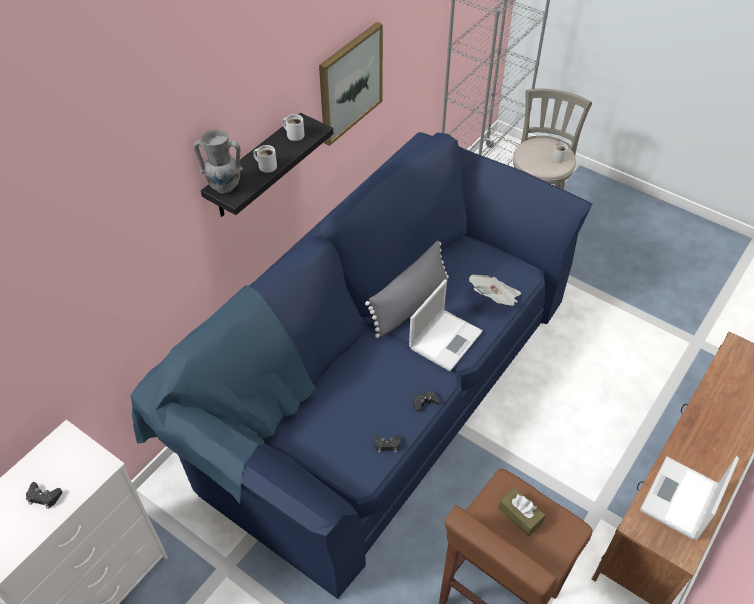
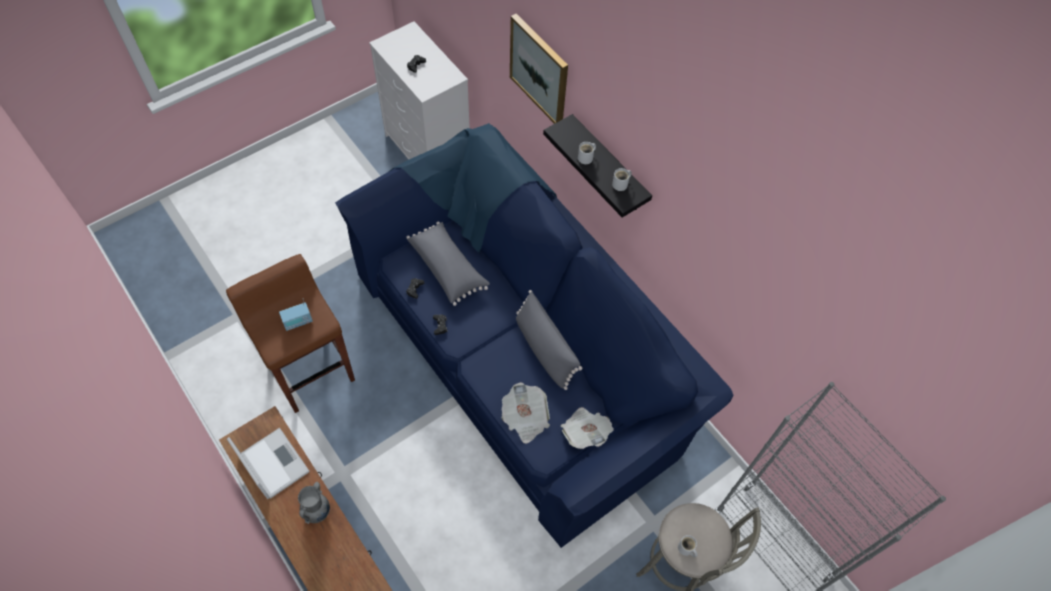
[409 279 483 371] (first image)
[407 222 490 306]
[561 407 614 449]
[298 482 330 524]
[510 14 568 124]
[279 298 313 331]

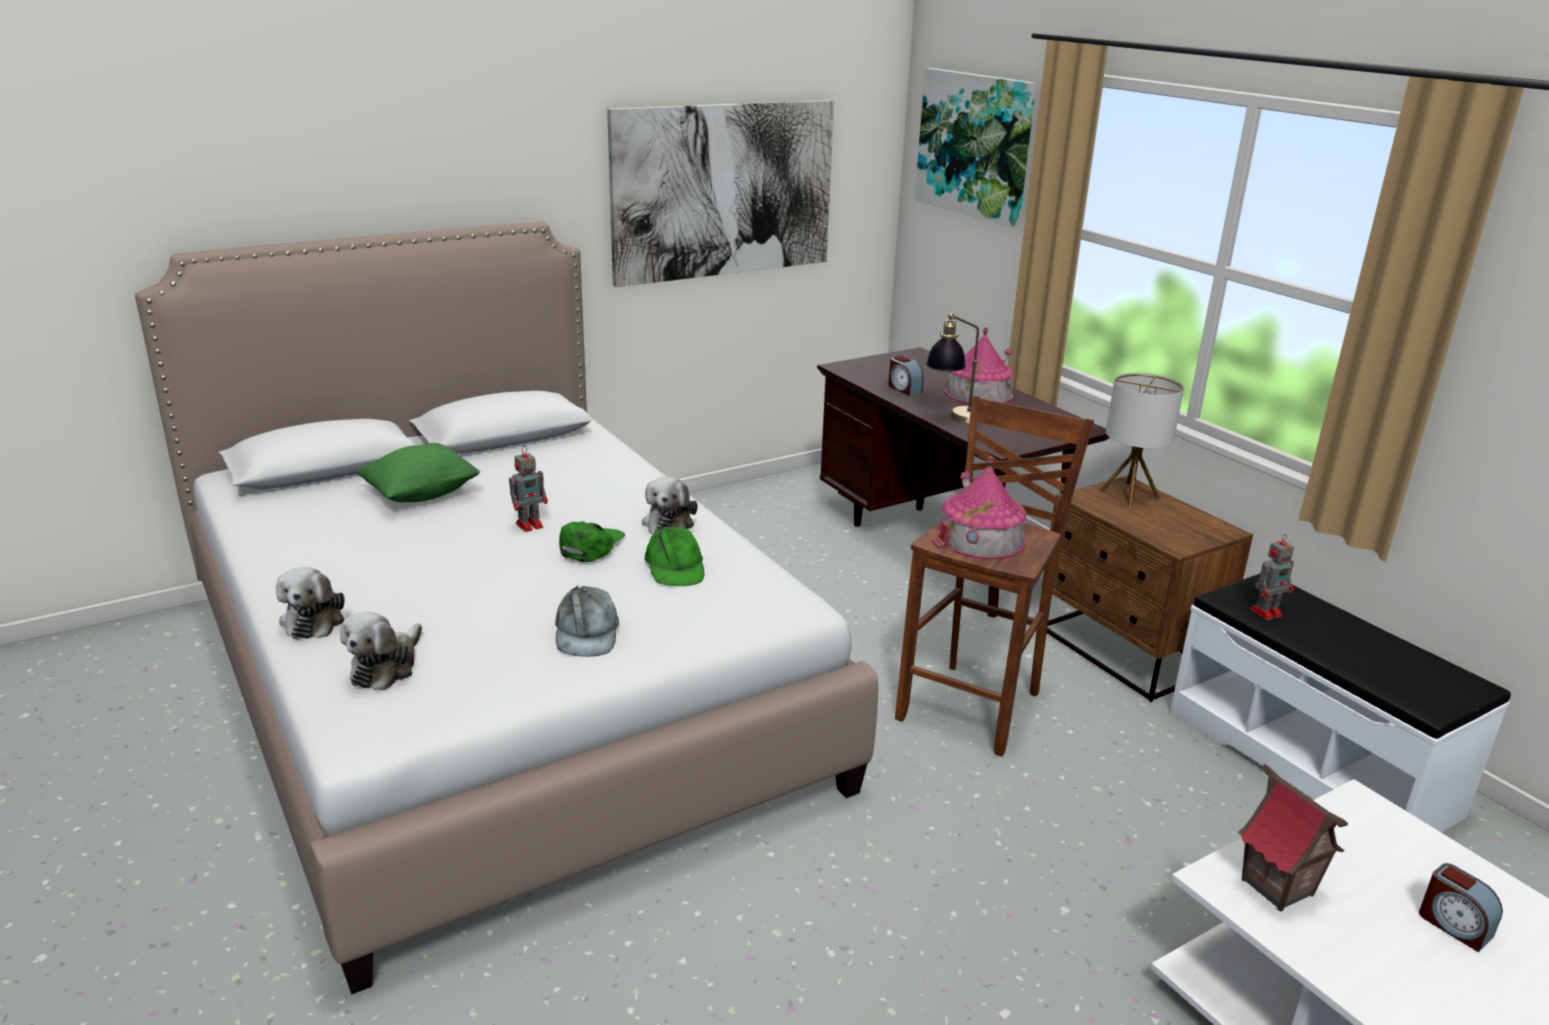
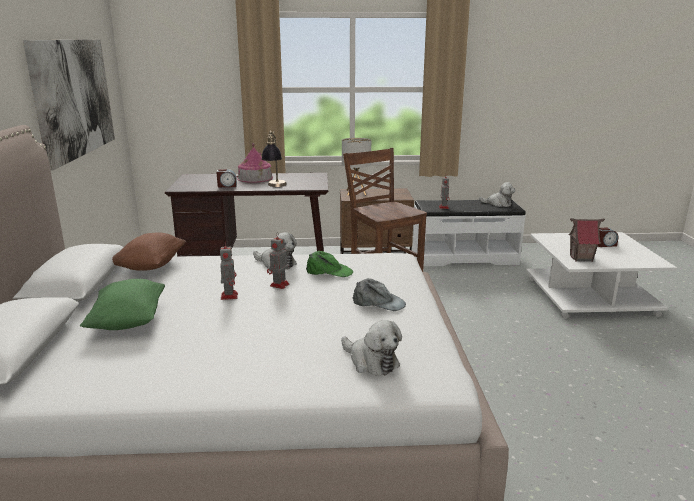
[915 68 1036 228] (first image)
[932 456 1027 559] (first image)
[112 232 186 271]
[479 182 515 207]
[267 232 289 289]

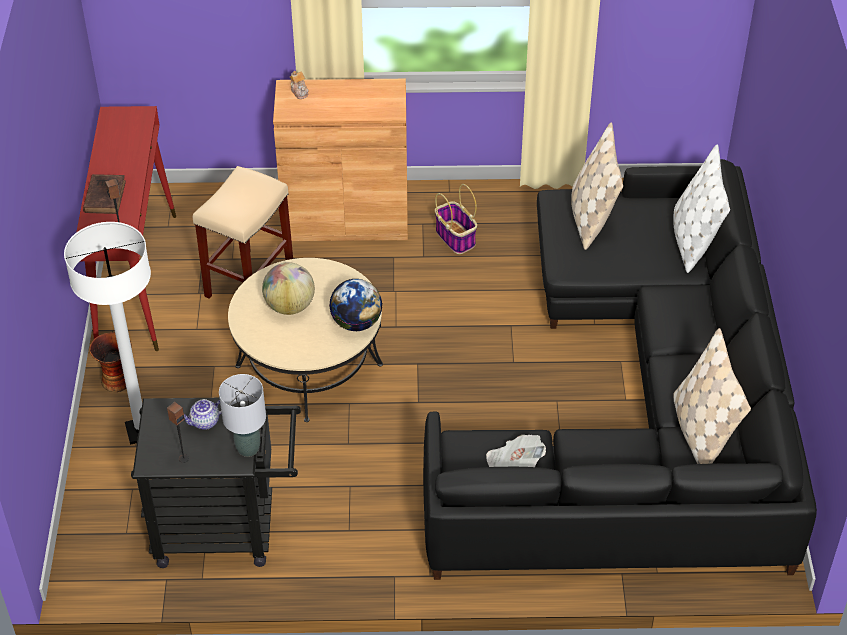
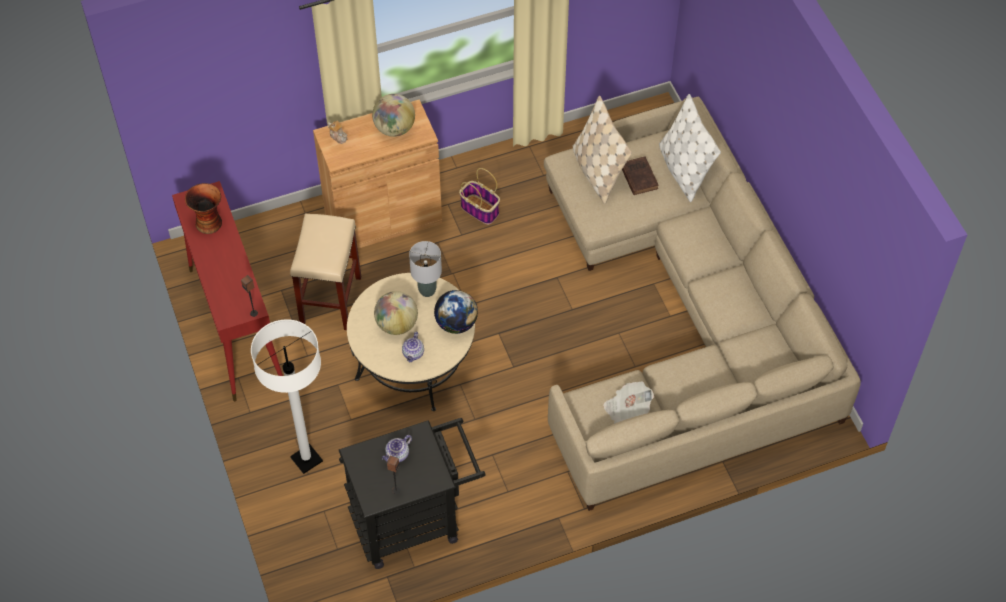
[673 328 751 464] (first image)
[372 94 415 137]
[402 331 424 362]
[622 156 659 195]
[185 183 222 234]
[409 241 442 297]
[544 97 861 511]

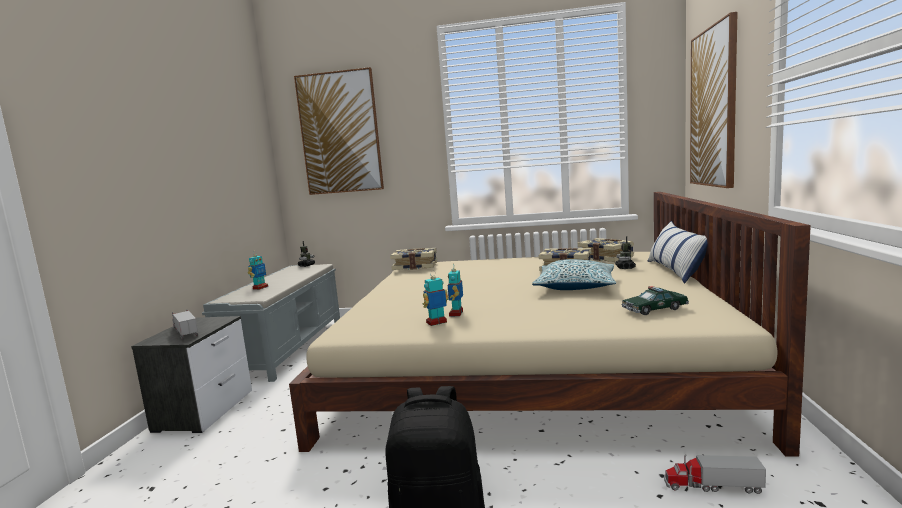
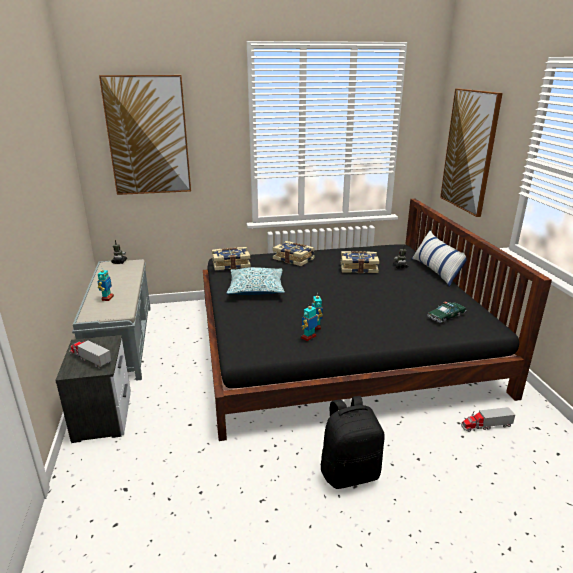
[227 267 285 295]
[273 241 315 266]
[203 199 552 441]

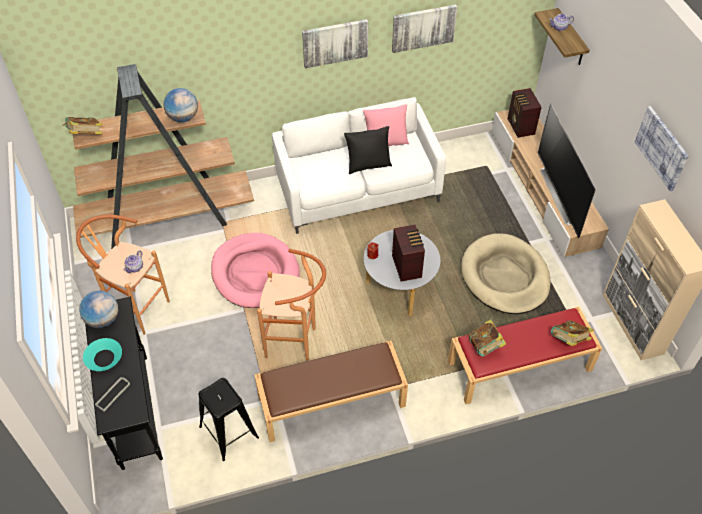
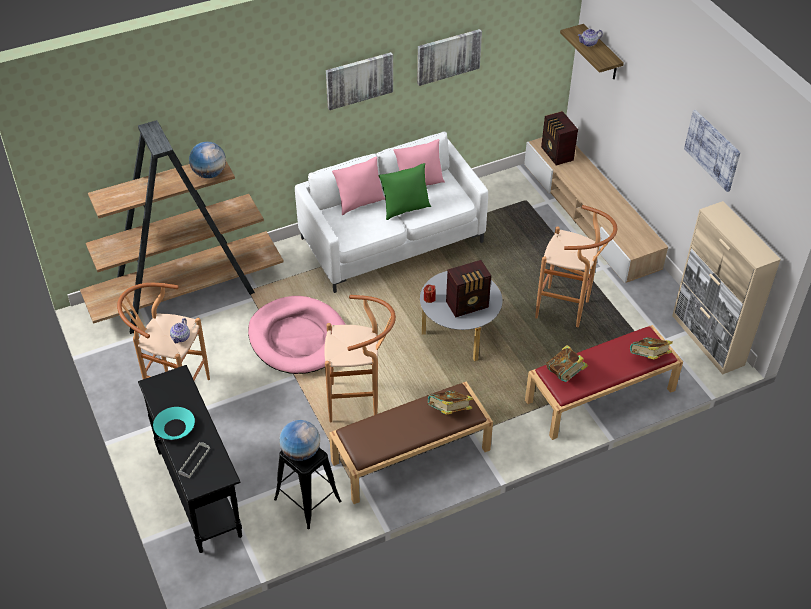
[538 103 596 238] (first image)
[332 156 385 215]
[427 390 473 415]
[279 420 320 461]
[535 205 617 327]
[379 163 431 220]
[446 260 491 317]

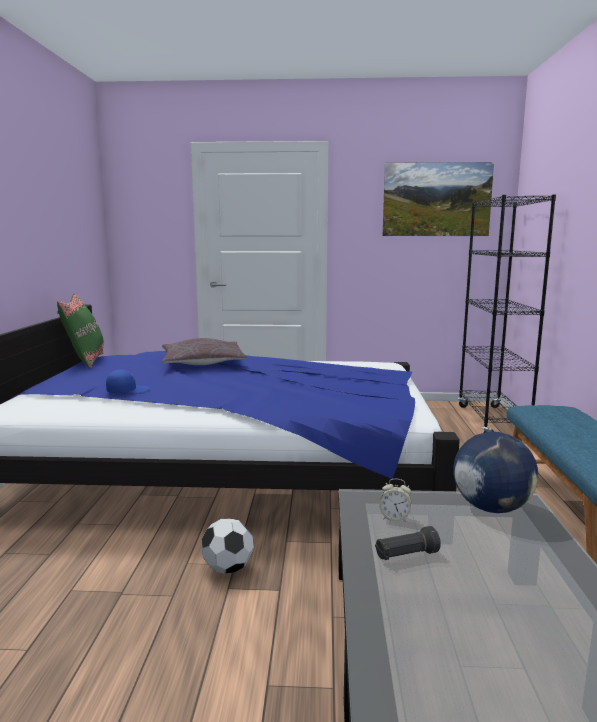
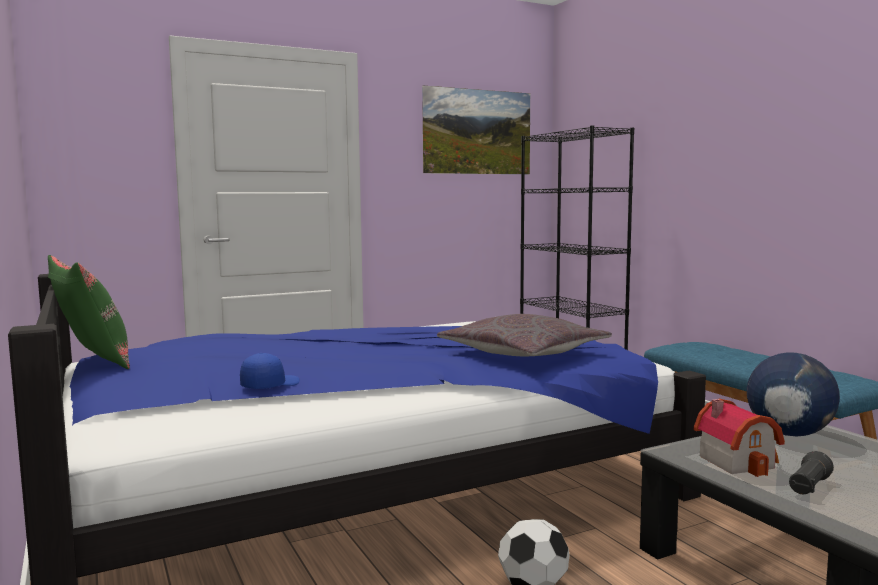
[437 314 612 356]
[694 399 785 477]

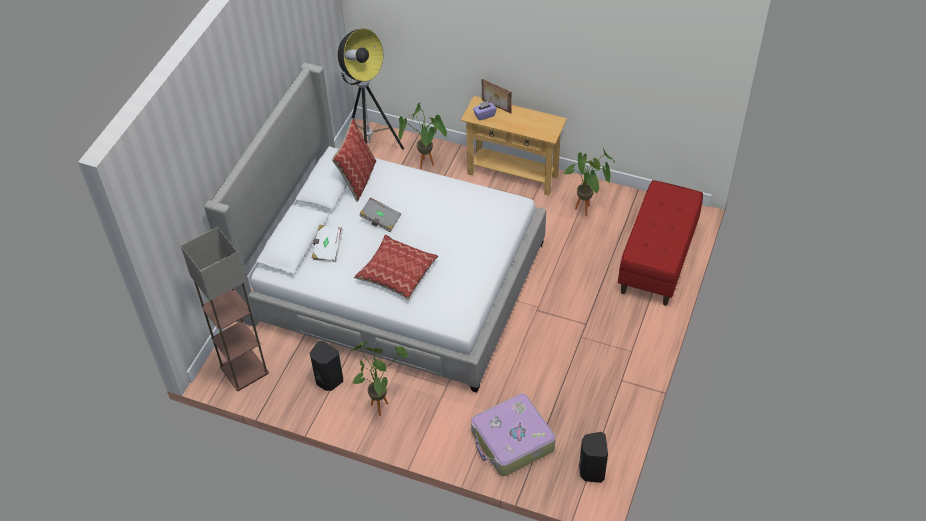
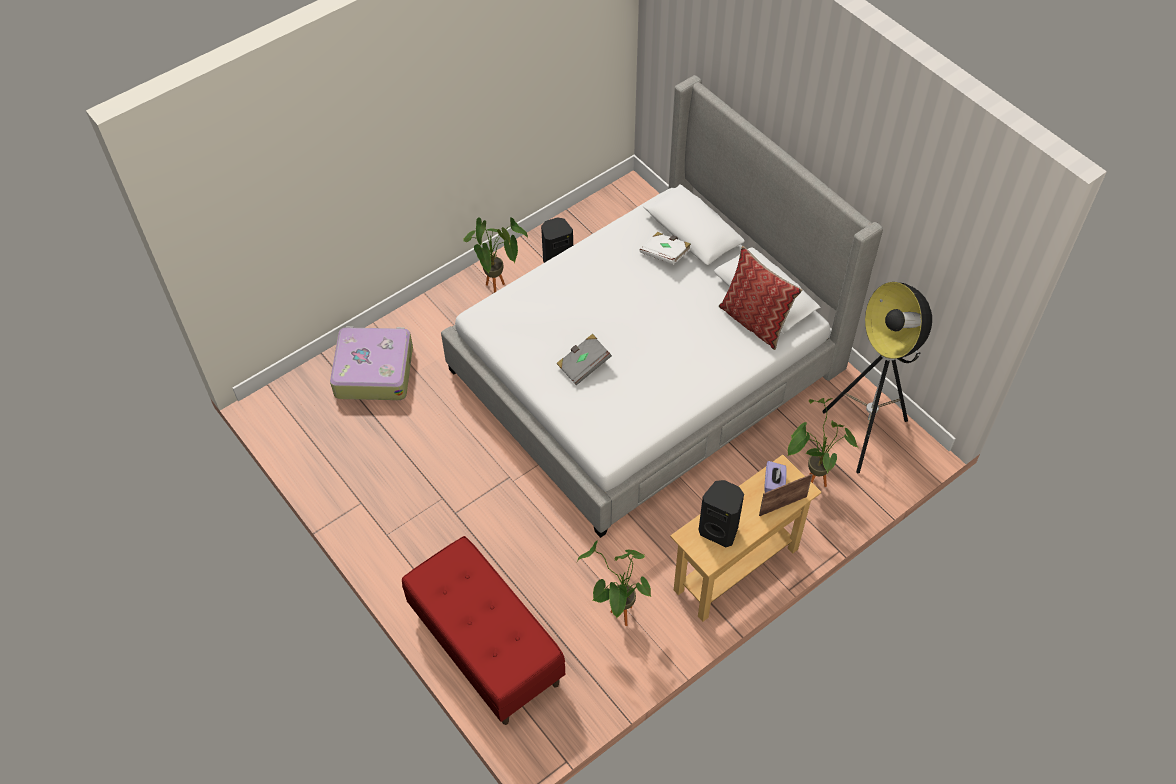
[181 227 269 391] (first image)
[354 234 438 300] (first image)
[556 334 612 386]
[699 480 744 547]

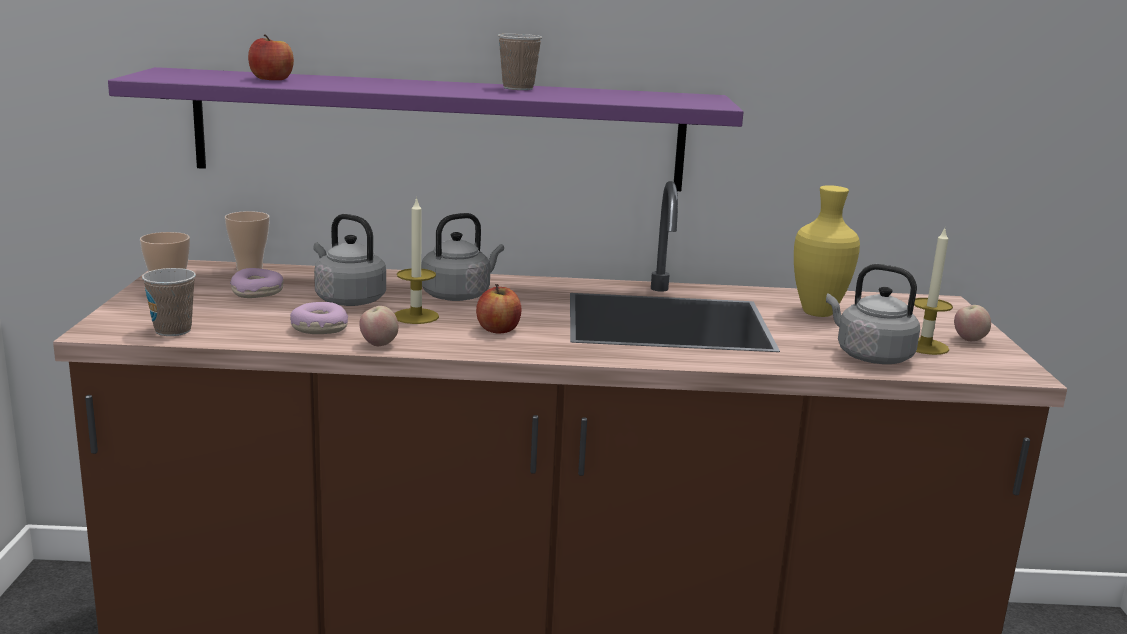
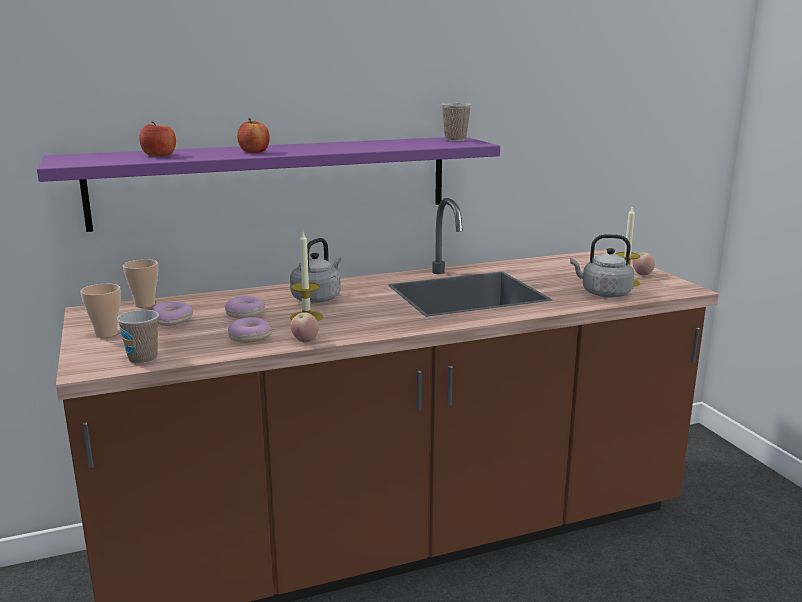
[794 185 860 317] (first image)
[237 118 270 153]
[441 103 472 141]
[225 296 265 319]

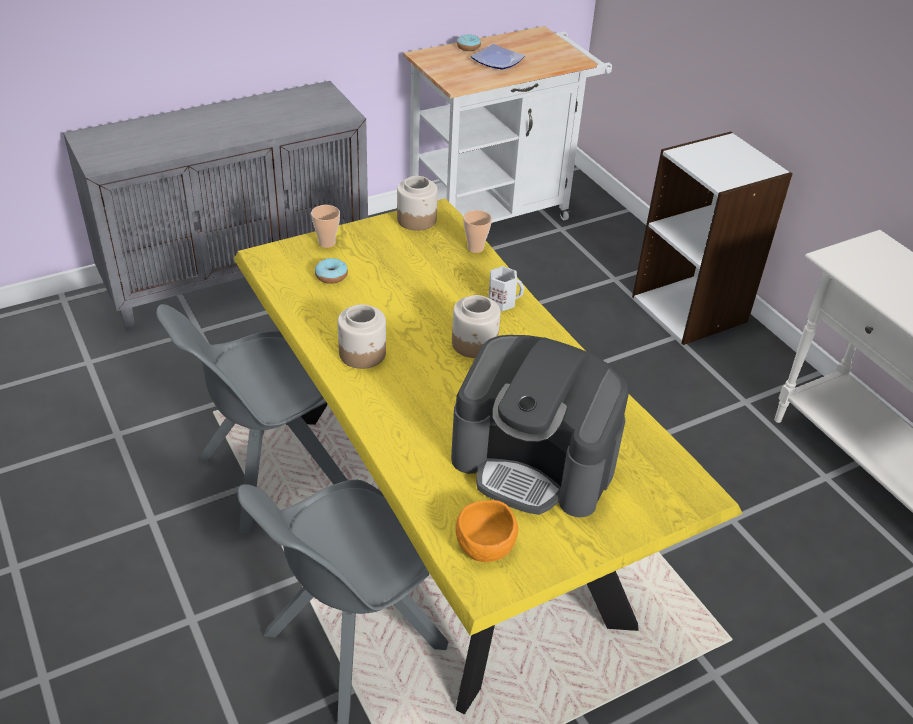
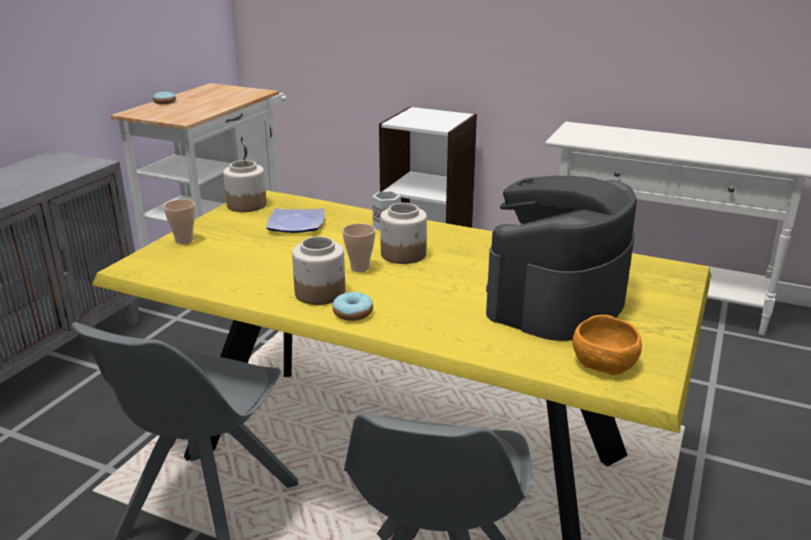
[333 292 373 321]
[342 223 376 272]
[266 208 325 233]
[486 176 637 341]

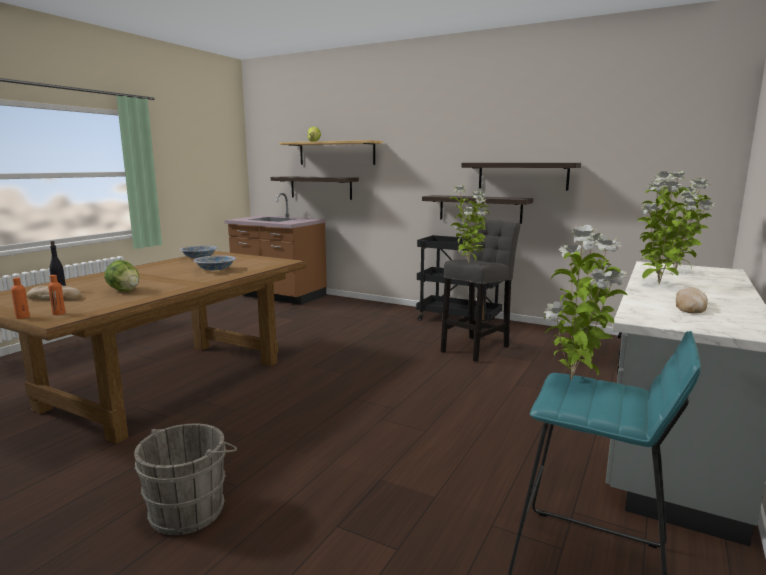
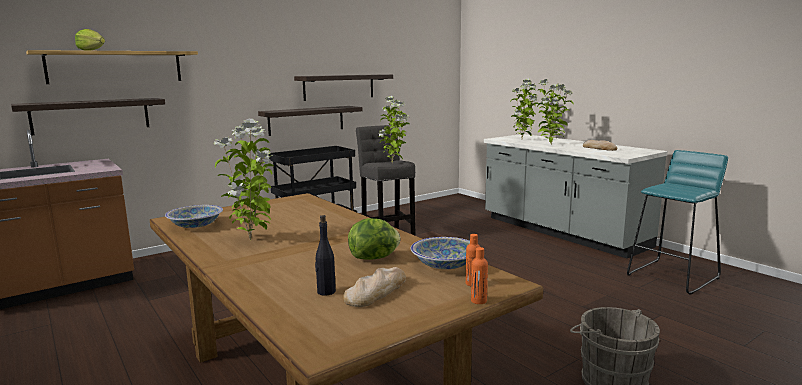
[411 237 470 269]
[213 119 274 240]

